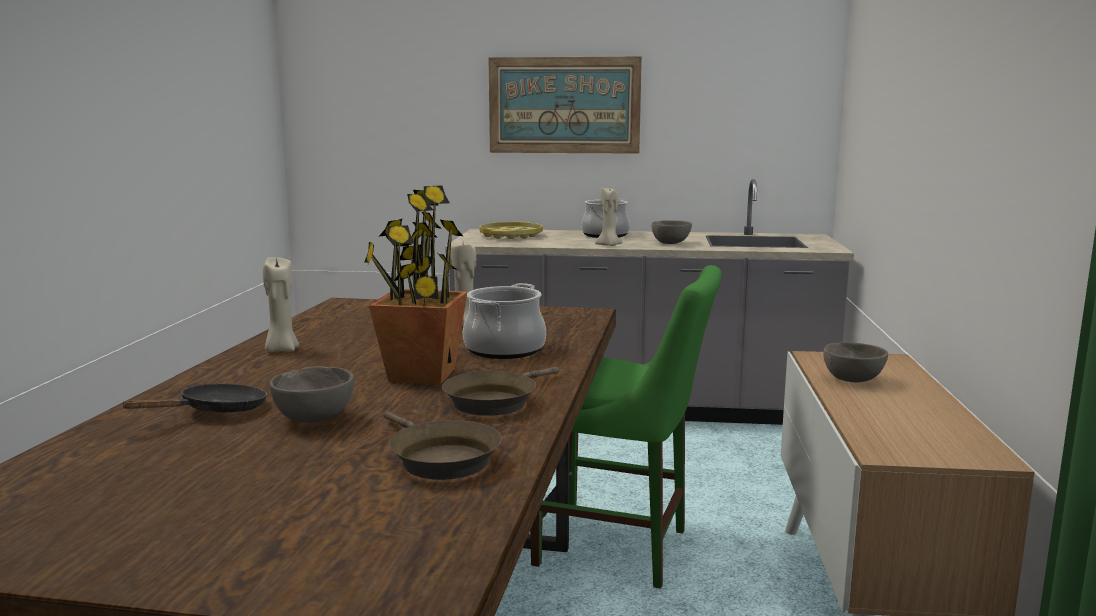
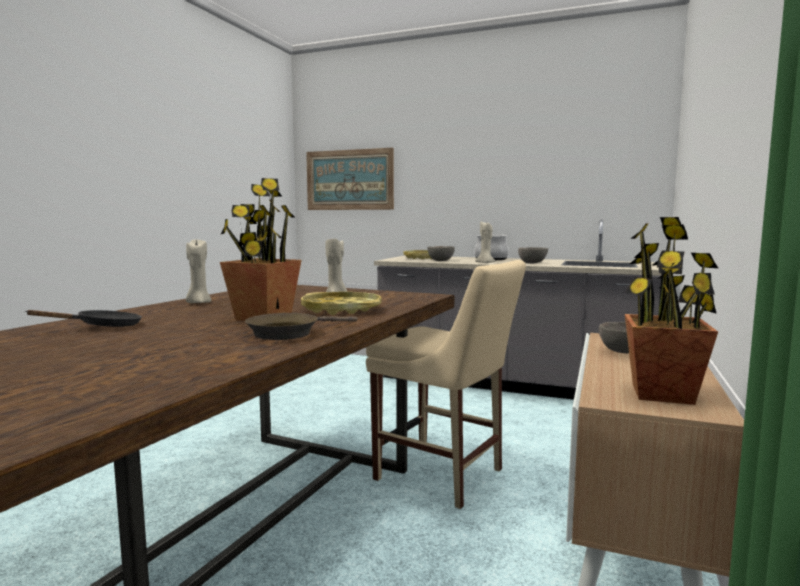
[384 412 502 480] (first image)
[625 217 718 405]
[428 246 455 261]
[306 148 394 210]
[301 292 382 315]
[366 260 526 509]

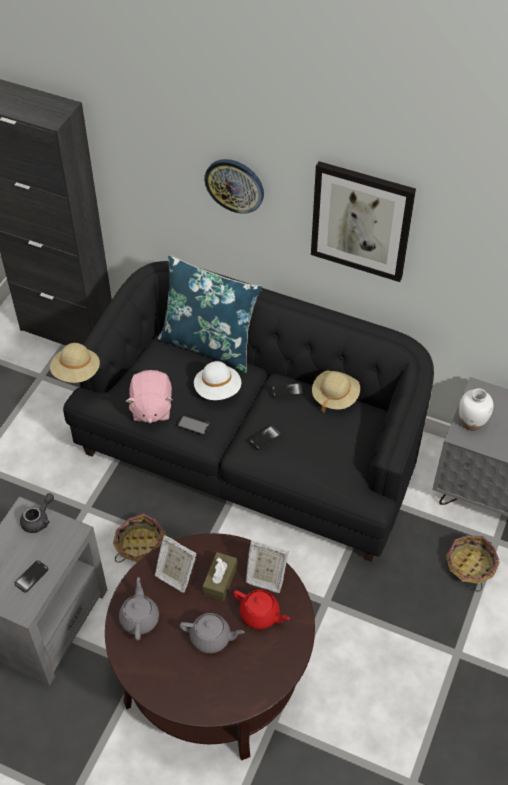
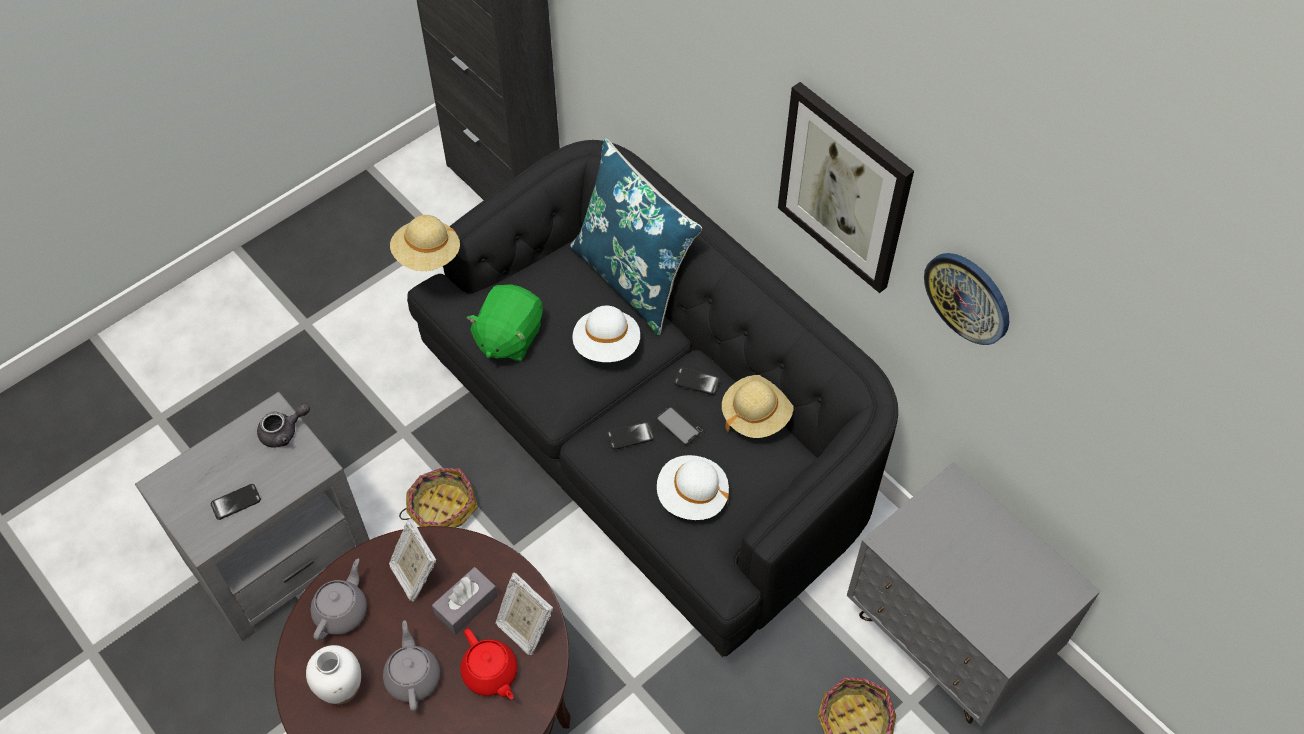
[657 455 729 520]
[656 405 705 445]
[924 253 1009 345]
[306 645 361 704]
[466 284 543 361]
[432 567 498 635]
[383 620 440 711]

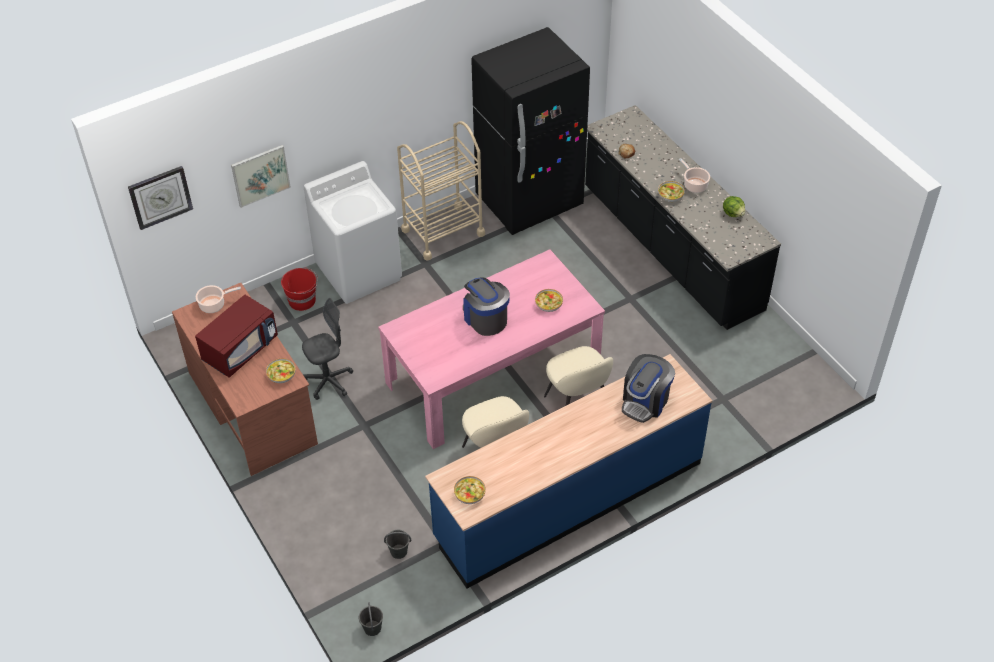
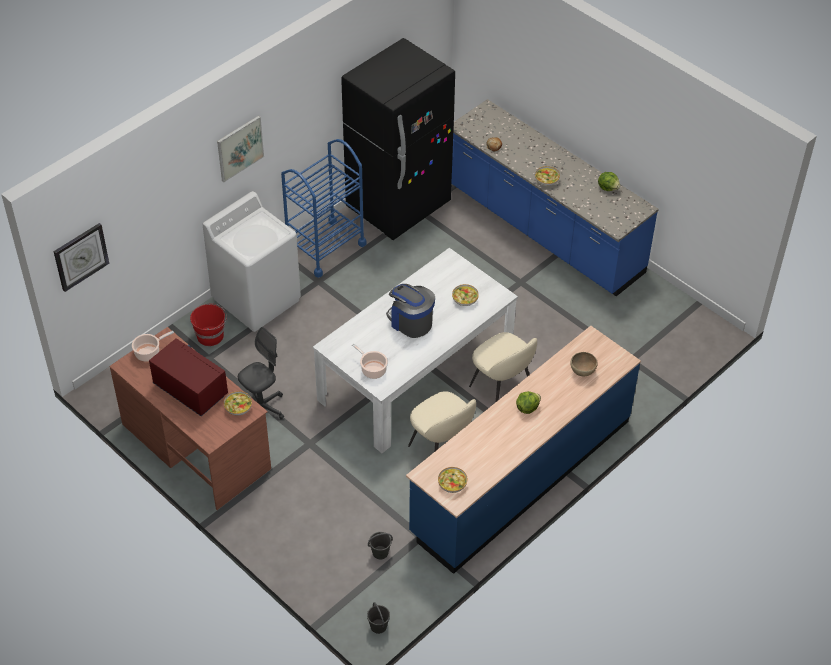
[516 391 541 414]
[217 116 264 182]
[352 343 388 379]
[570 352 598 377]
[313 248 518 453]
[281 139 367 278]
[451 99 659 296]
[149 338 228 416]

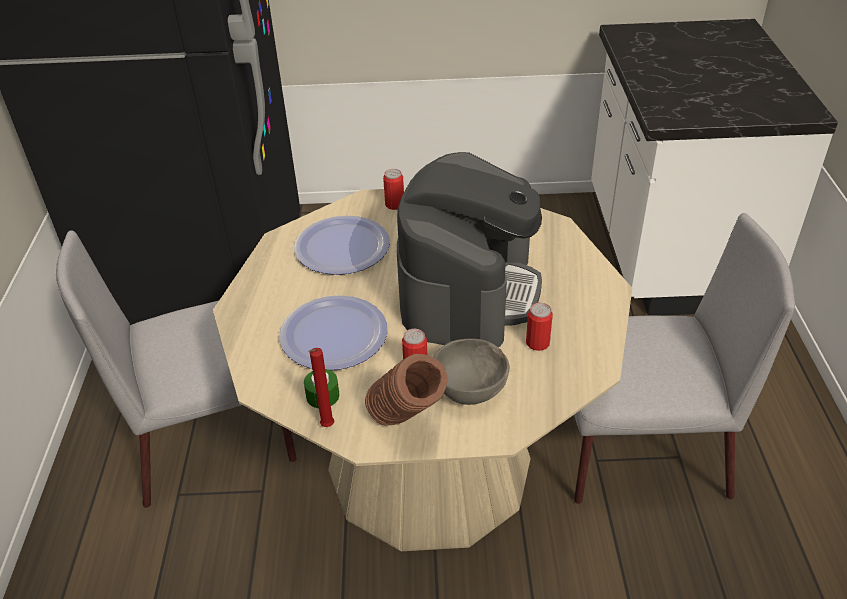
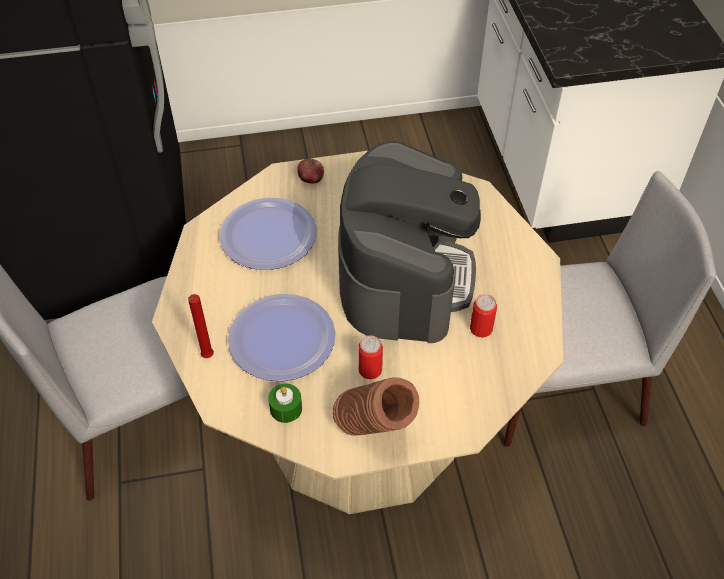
[433 339 510 405] (first image)
[188 294 214 358]
[297 159 324 184]

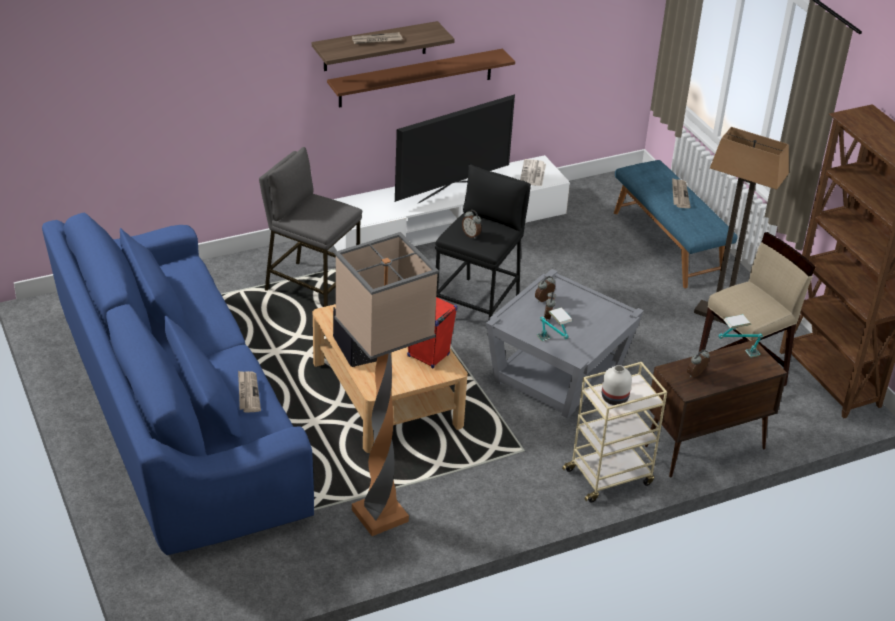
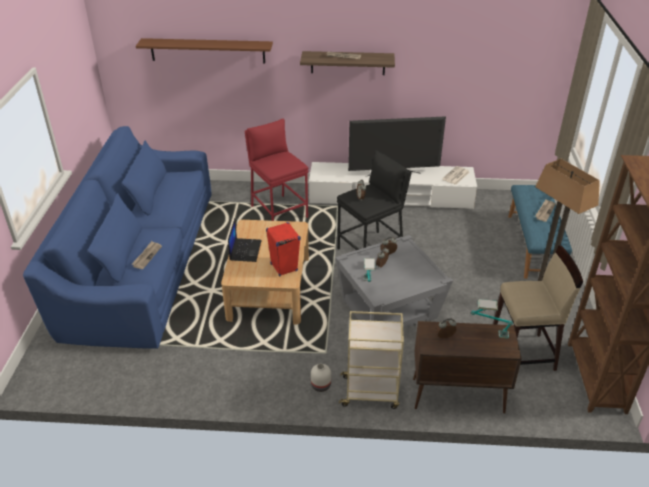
[334 232 439 536] (first image)
[136 38 273 63]
[311 364 331 392]
[245 119 308 221]

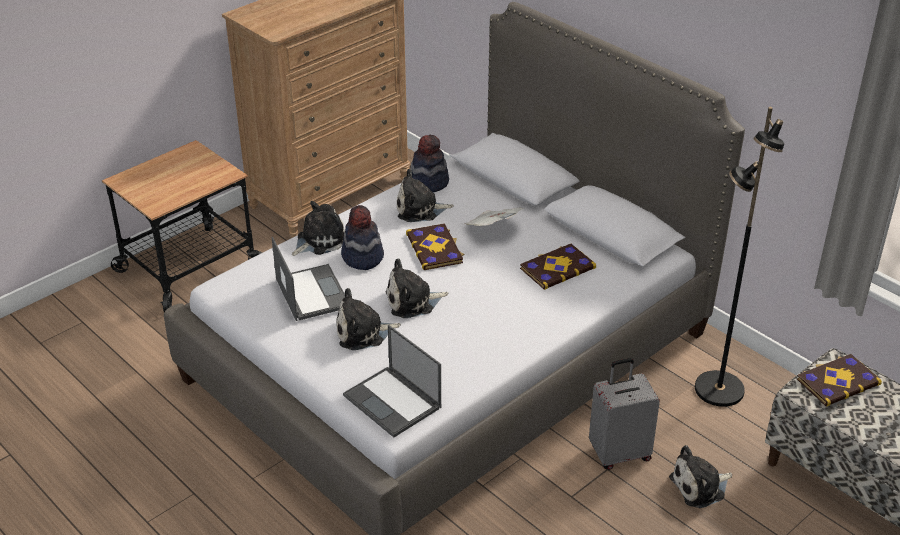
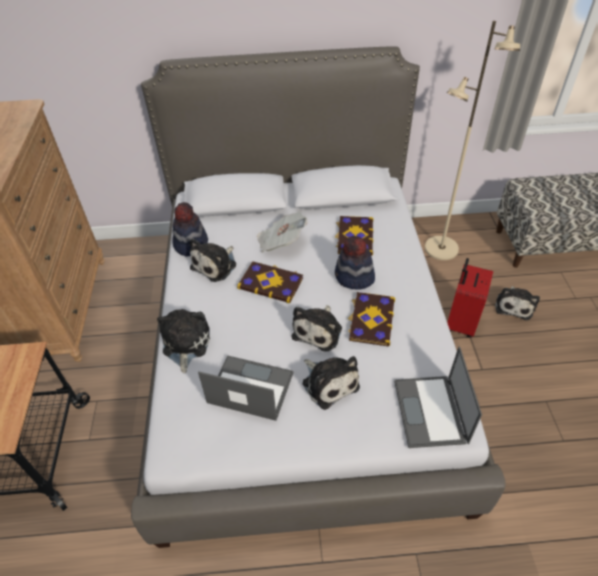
[335 236 375 290]
[348 292 395 346]
[447 258 493 338]
[425 21 520 260]
[303 356 360 410]
[394 346 482 448]

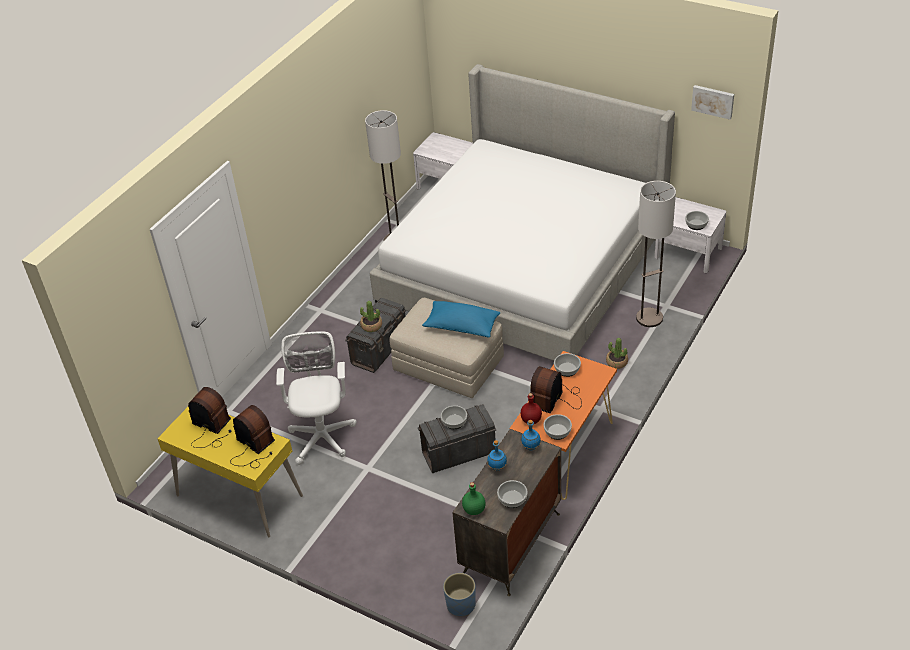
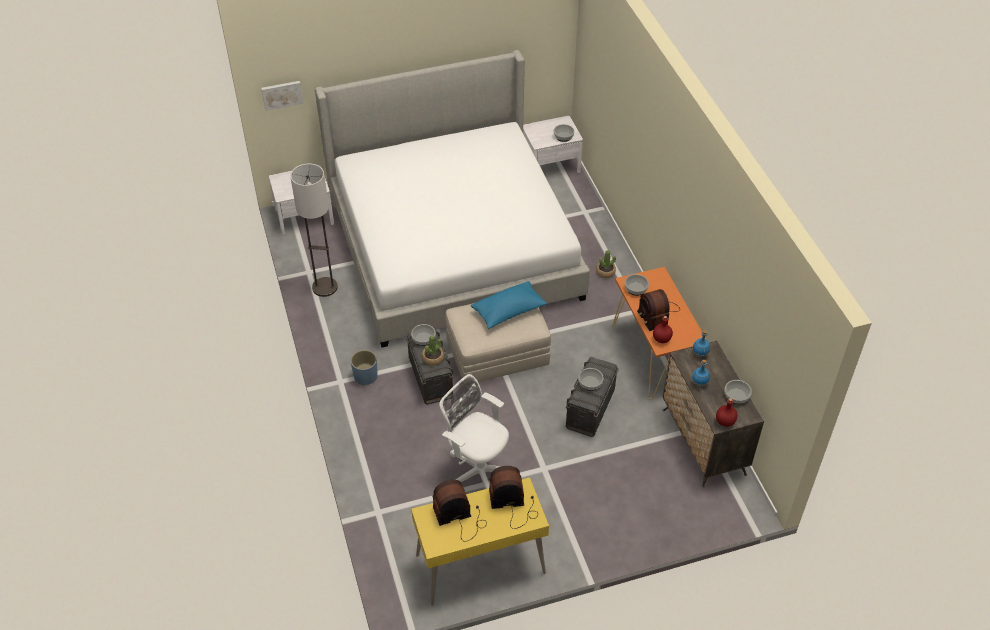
[636 181 676 327] (first image)
[351 350 378 385]
[411 324 436 346]
[261 81 303 111]
[716 398 737 427]

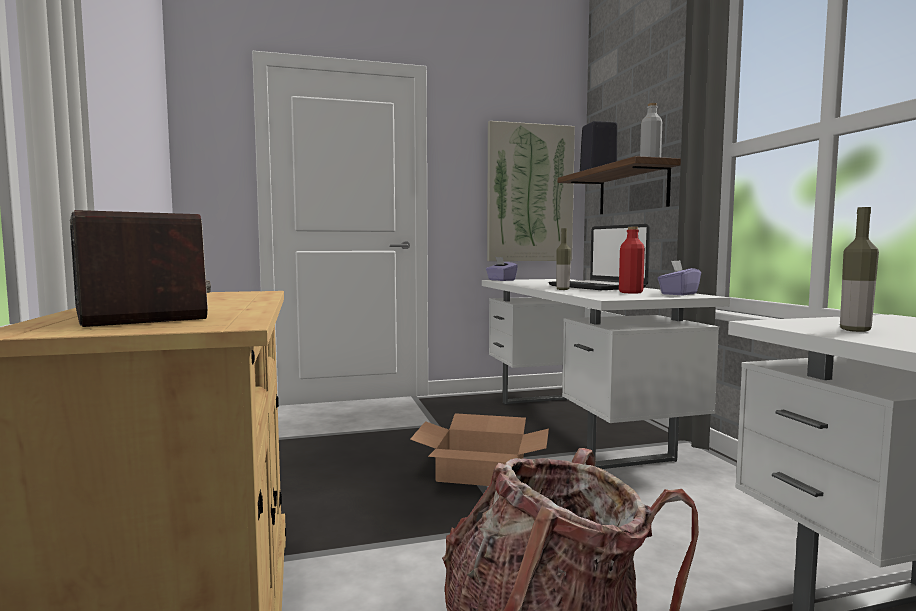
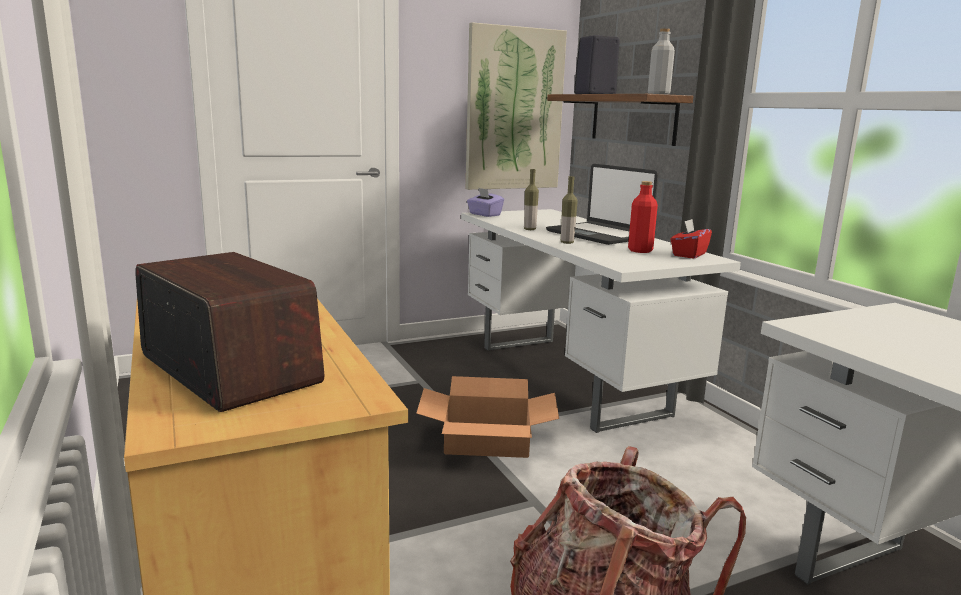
[524 169 539 230]
[670 219 712 259]

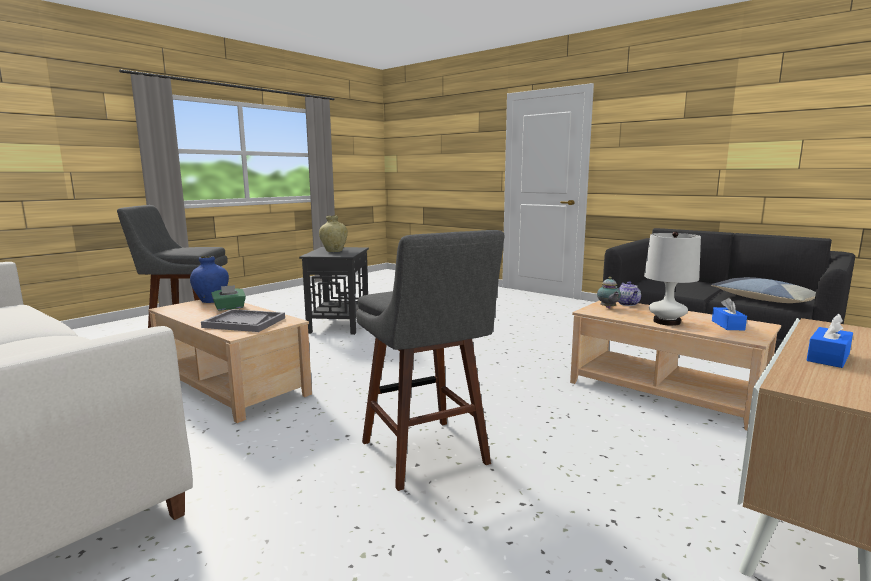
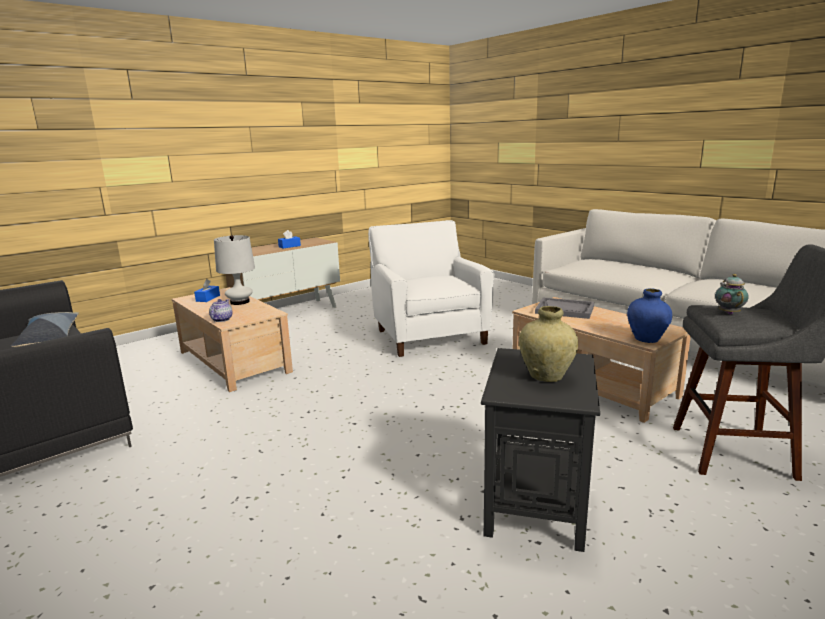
[211 285 246 311] (first image)
[715 274 749 315]
[368 220 494 357]

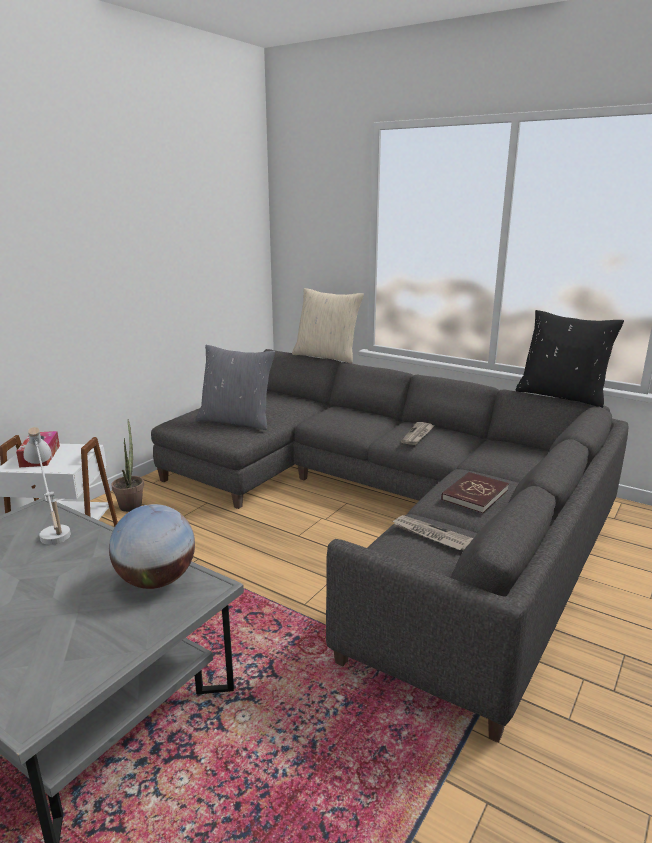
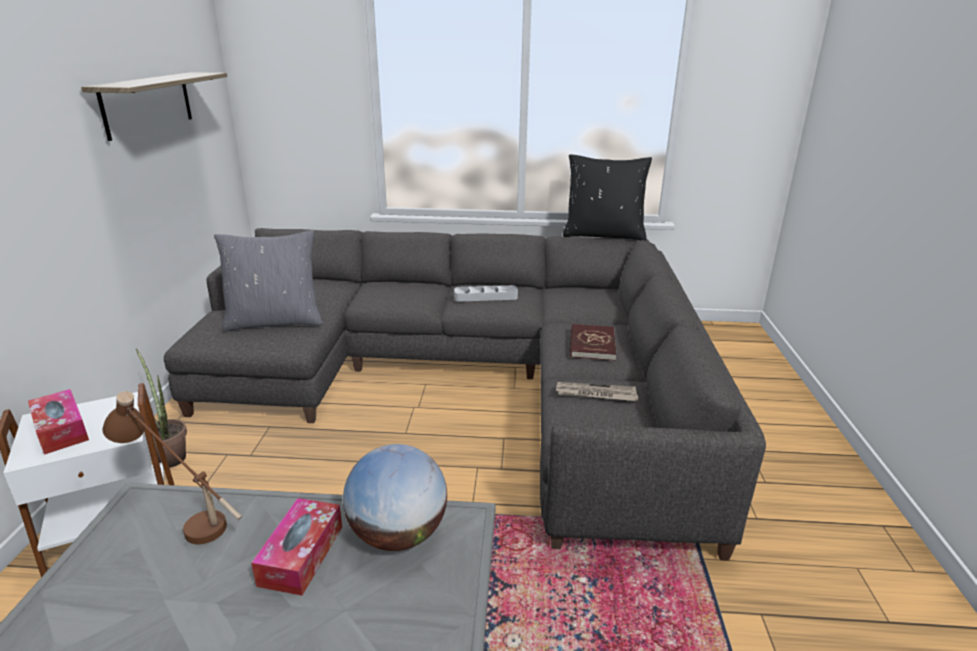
[292 288 364 363] (first image)
[81 72 227 141]
[251 498 342 596]
[454 285 518 302]
[103 391 242 544]

